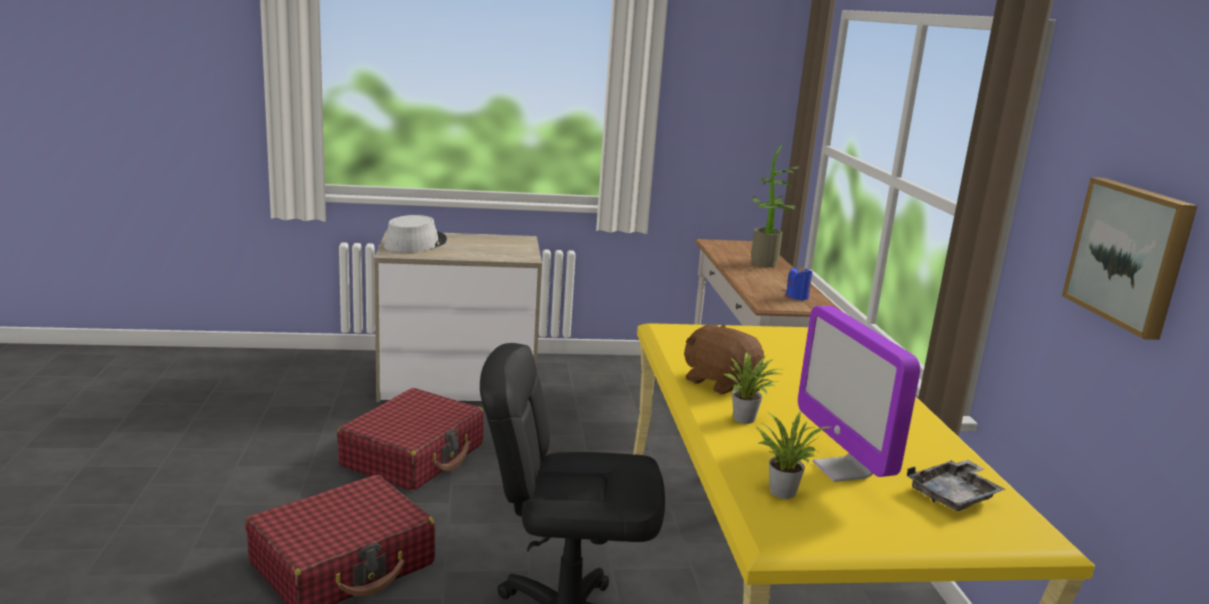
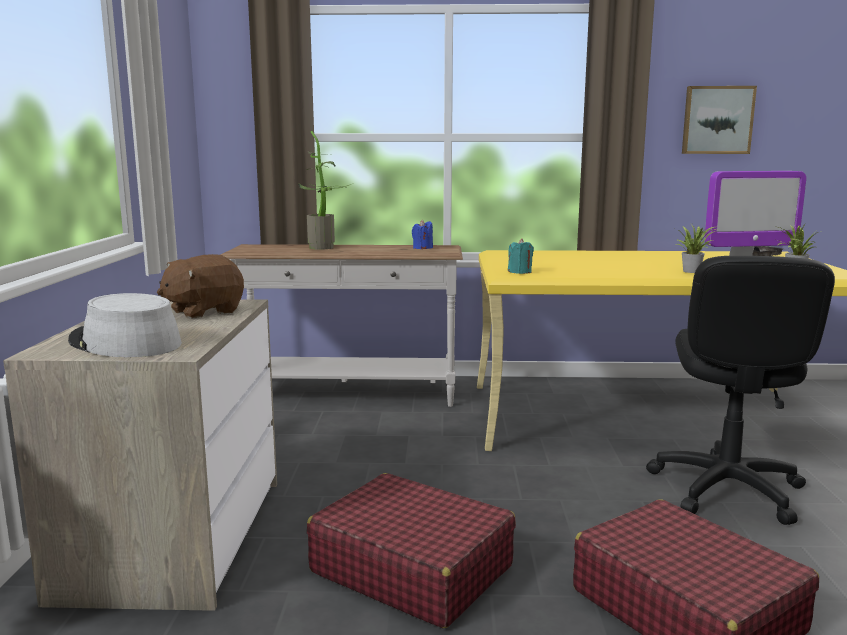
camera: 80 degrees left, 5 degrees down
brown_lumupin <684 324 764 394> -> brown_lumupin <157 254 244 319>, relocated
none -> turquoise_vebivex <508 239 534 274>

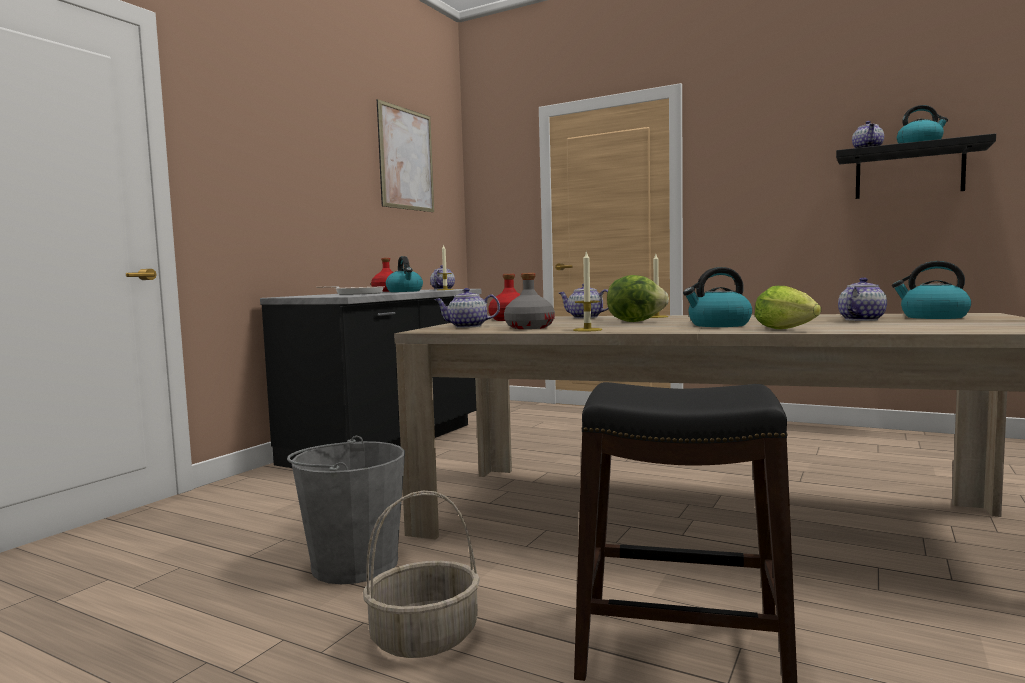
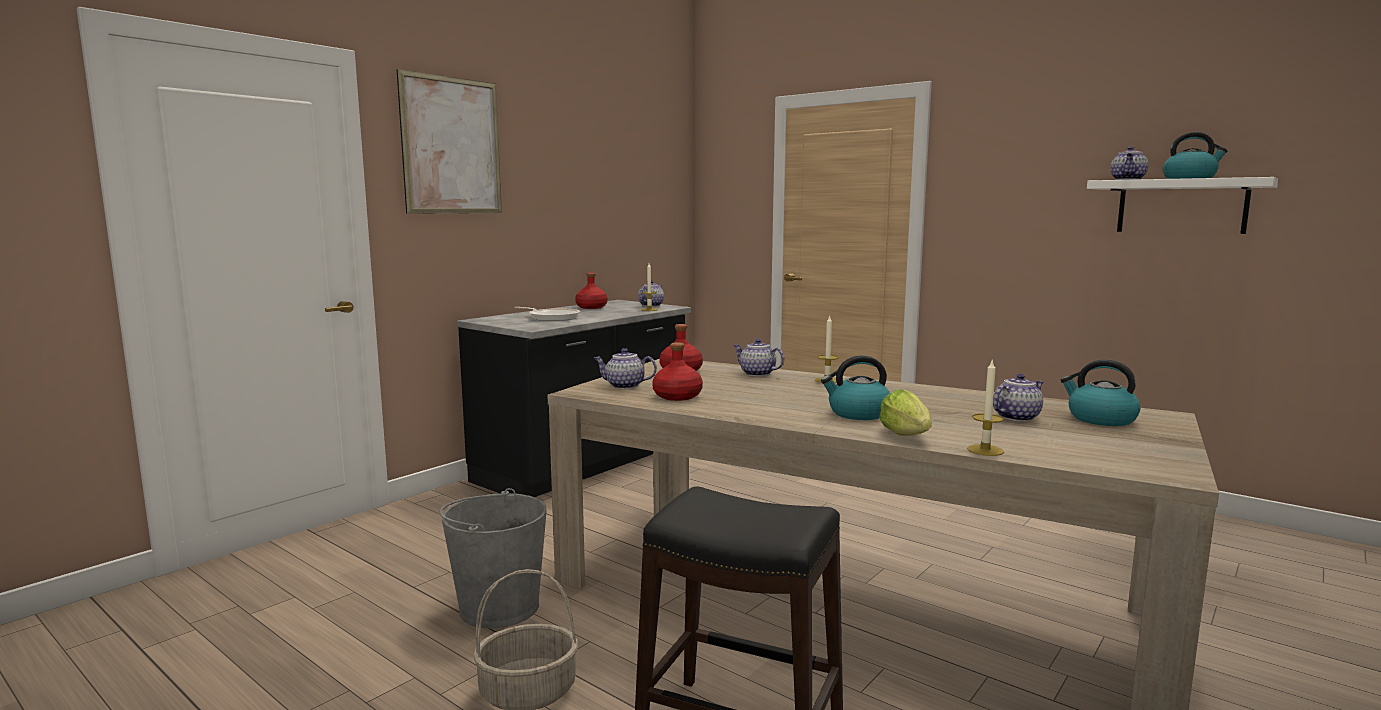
camera: 10 degrees right, 5 degrees up
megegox <377 99 434 212> -> megegox <397 69 502 214>, relocated
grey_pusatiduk <504 273 555 329> -> red_pusatiduk <652 342 703 401>
vebivex <573 252 602 332> -> vebivex <967 361 1004 456>, relocated
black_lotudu <836 133 996 199> -> white_lotudu <1087 177 1278 234>
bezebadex <386 256 423 292> -> none
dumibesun <607 275 669 322> -> none

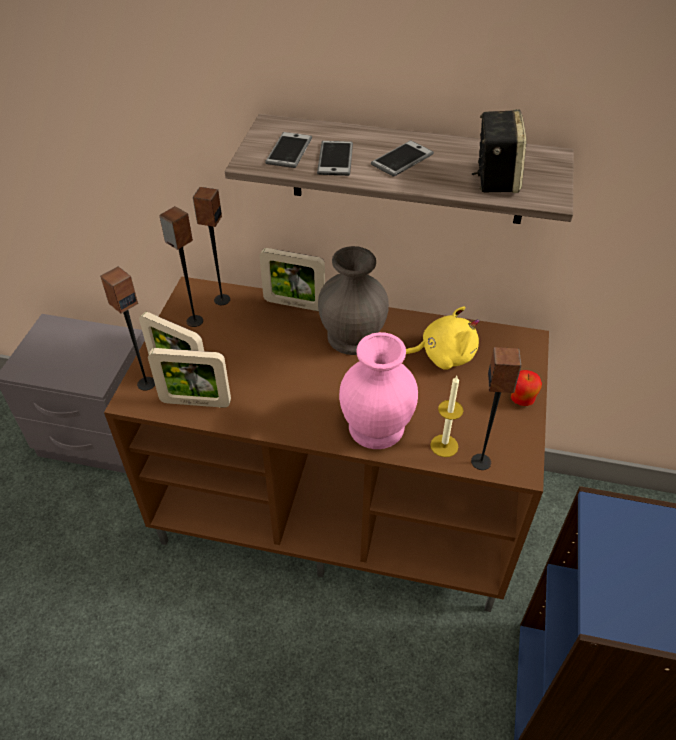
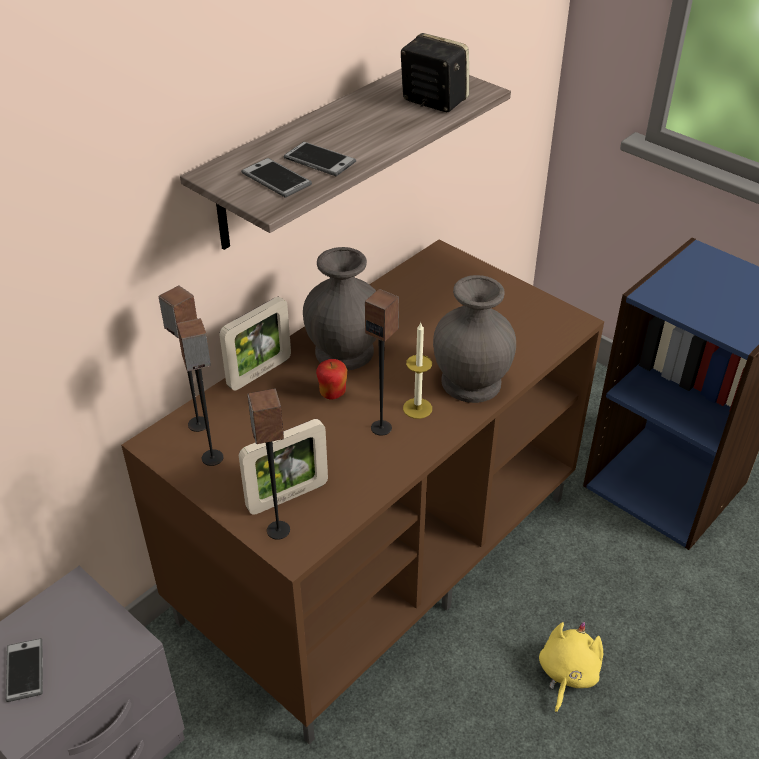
camera: 60 degrees left, 5 degrees down
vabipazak <371 140 434 177> -> vabipazak <6 638 43 702>, relocated
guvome <511 370 542 406> -> guvome <316 359 347 399>, relocated
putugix <471 347 521 470> -> putugix <365 289 399 436>, relocated
vebivex <430 376 464 457> -> vebivex <403 323 432 419>, relocated
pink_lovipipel <339 332 418 449> -> grey_lovipipel <433 275 516 403>
yellow_lumupin <406 306 480 370> -> yellow_lumupin <539 621 603 713>, relocated
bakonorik <148 348 231 408> -> none

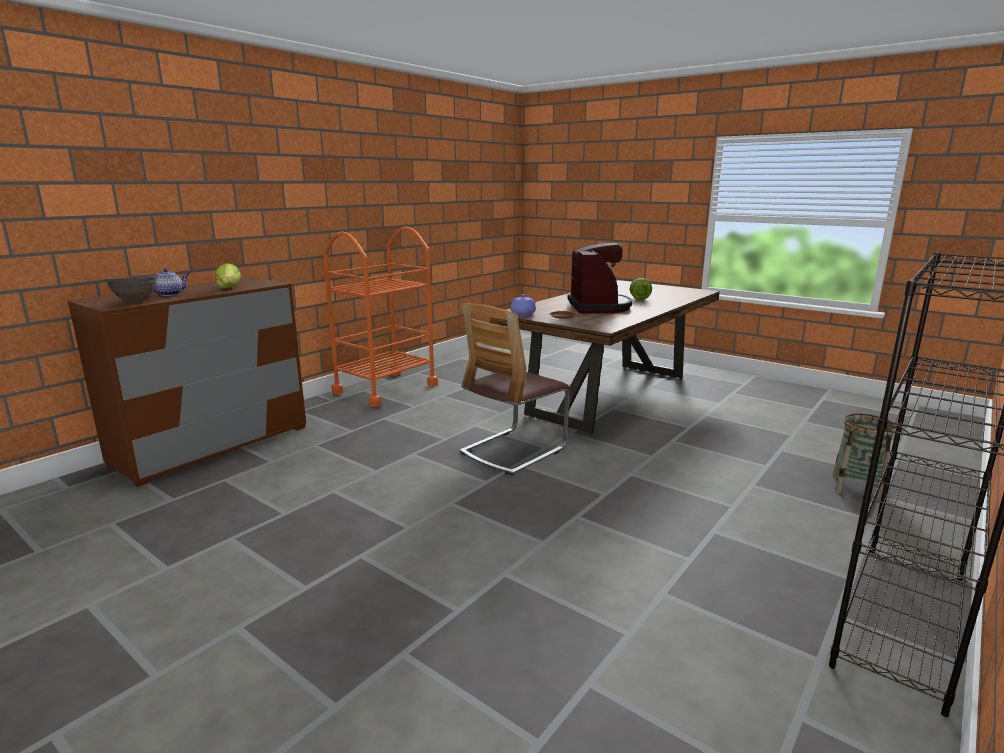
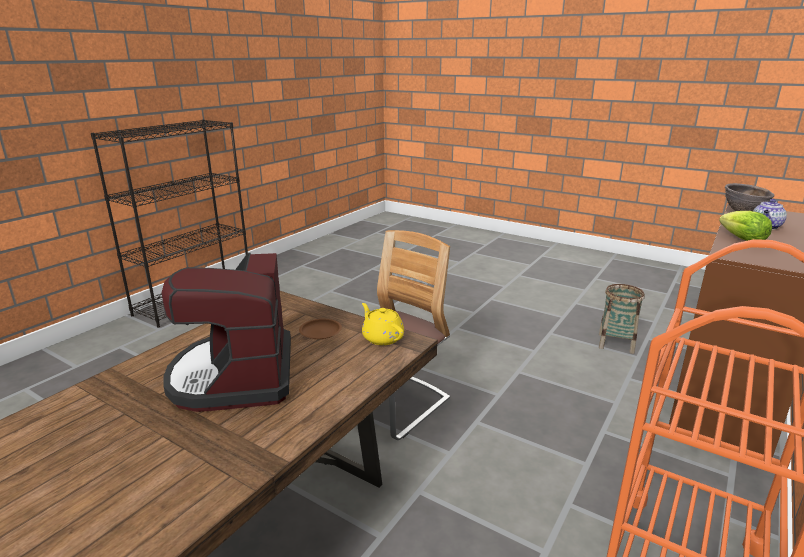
camera: 175 degrees right, 5 degrees up
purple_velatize <510 294 536 316> -> yellow_velatize <362 303 404 345>
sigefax <832 413 896 501> -> sigefax <599 284 645 354>, relocated
dumibesun <630 278 652 300> -> none

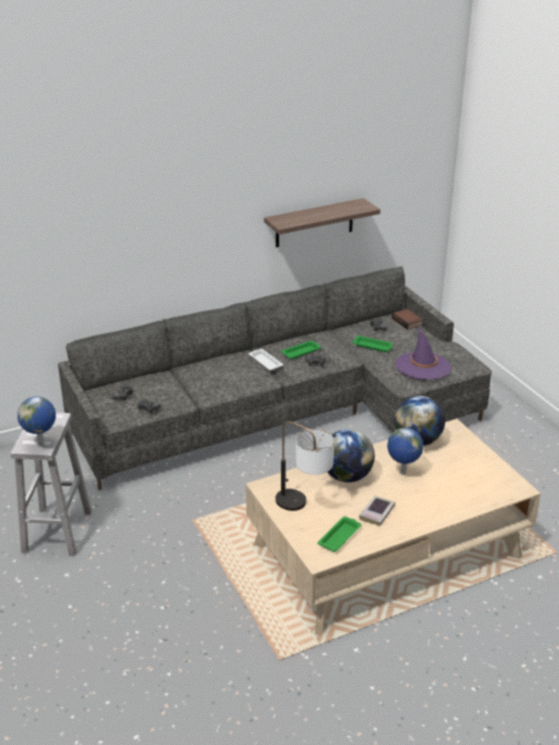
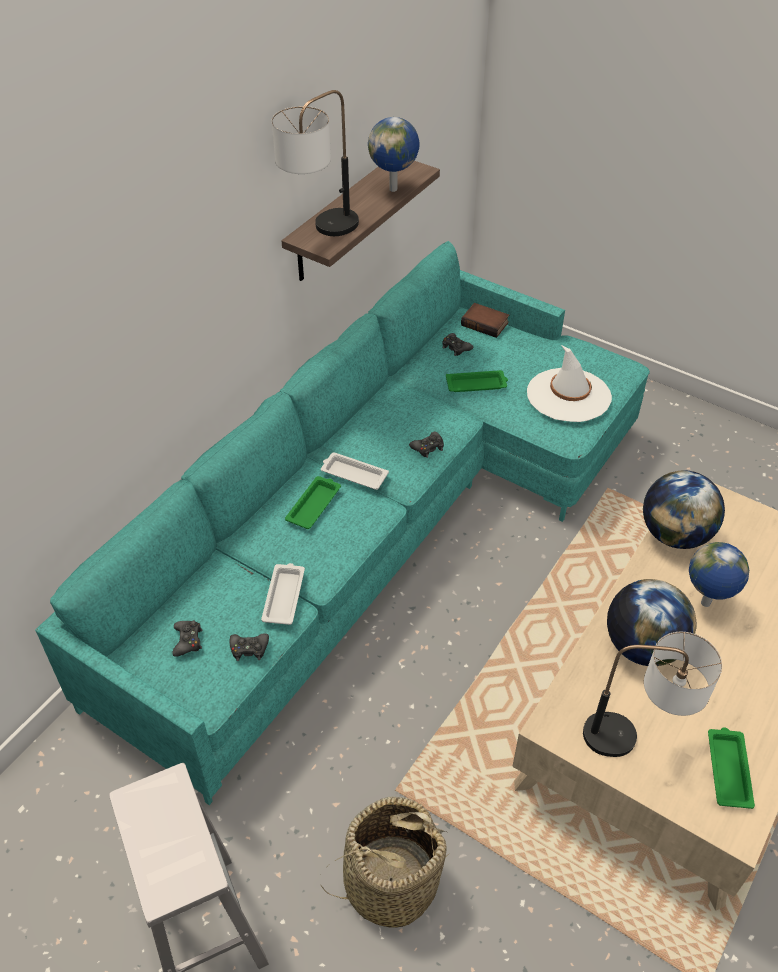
camera: 30 degrees left, 15 degrees up
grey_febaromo <58 266 492 490> -> turquoise_febaromo <35 241 650 805>
none -> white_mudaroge <261 563 305 625>
none -> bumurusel <272 90 359 236>
green_mudaroge <281 341 321 359> -> green_mudaroge <285 476 341 529>, relocated
none -> sigefax <320 796 450 928>
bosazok <17 396 56 446> -> bosazok <368 117 420 192>, relocated
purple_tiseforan <395 327 451 380> -> white_tiseforan <527 345 612 422>
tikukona <359 496 395 526> -> none

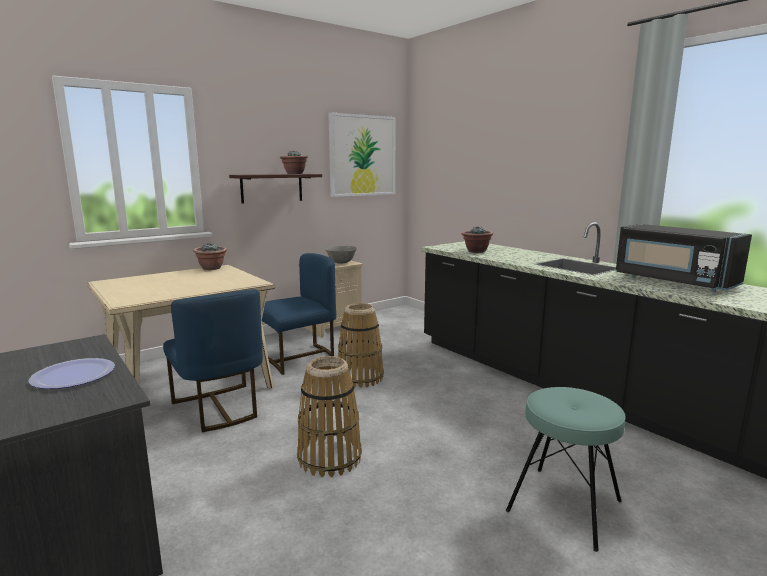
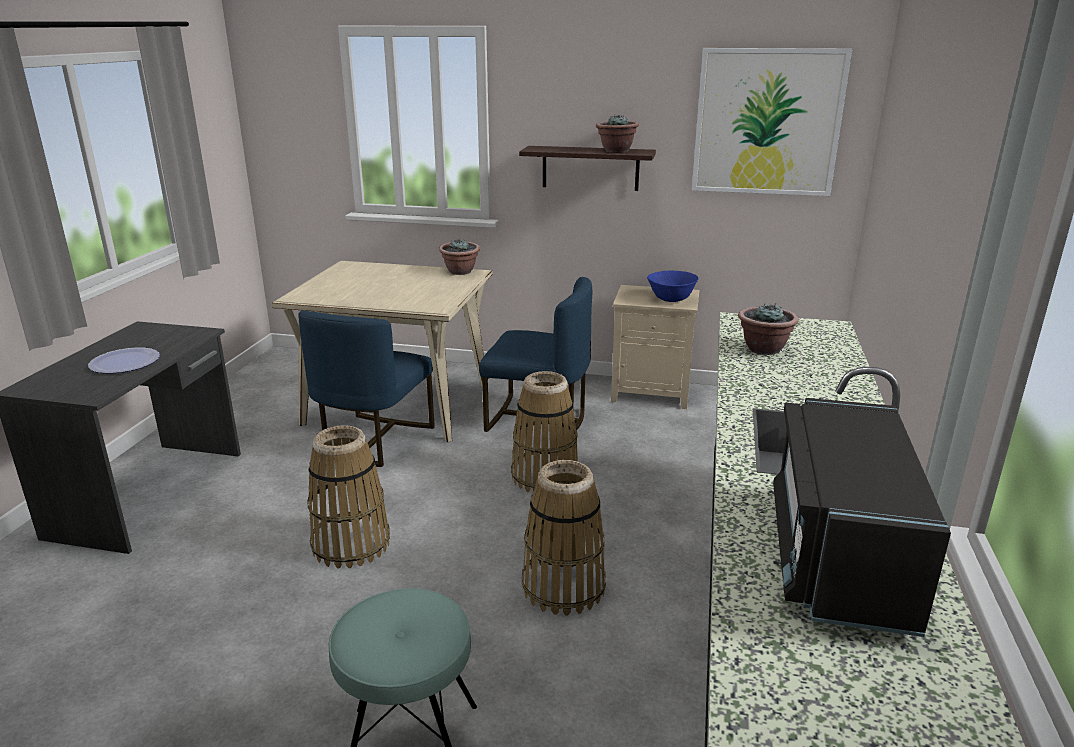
camera: 50 degrees right, 10 degrees up
none -> sigefax <522 460 606 616>
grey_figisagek <325 246 357 264> -> blue_figisagek <647 271 698 302>

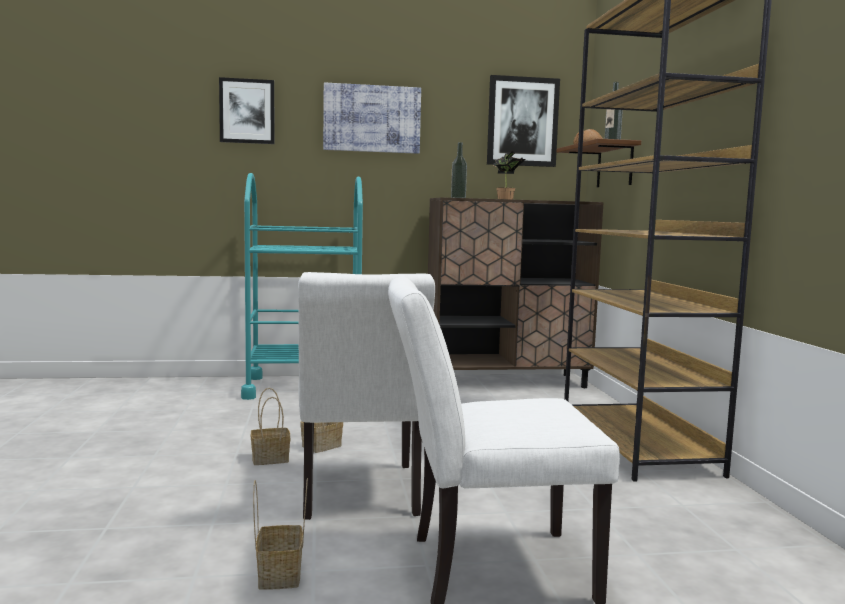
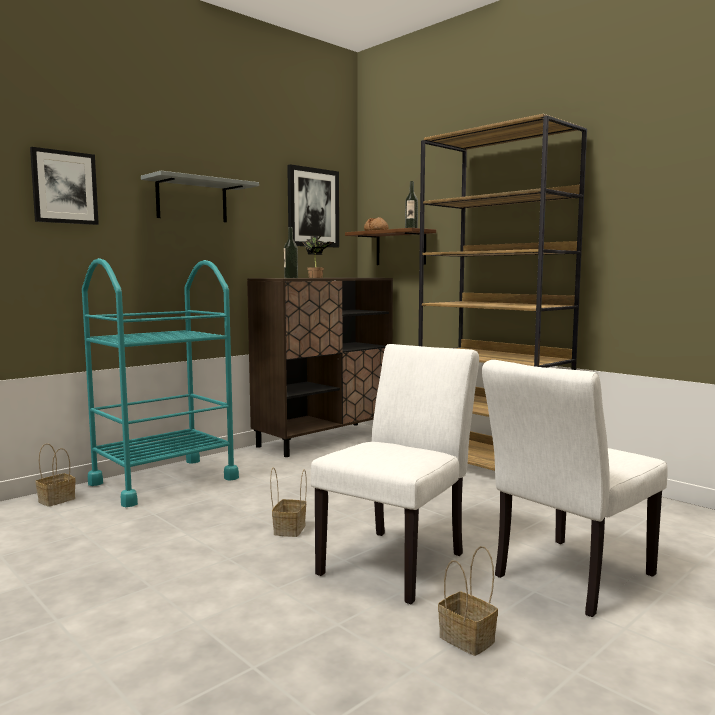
camera: 35 degrees left, 0 degrees up
sigefax <251 388 290 465> -> sigefax <36 443 76 507>, relocated
megegox <323 82 421 154> -> grey_lotudu <141 171 259 222>
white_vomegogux <298 272 435 520> -> white_vomegogux <311 344 479 604>, 105 degrees counterclockwise

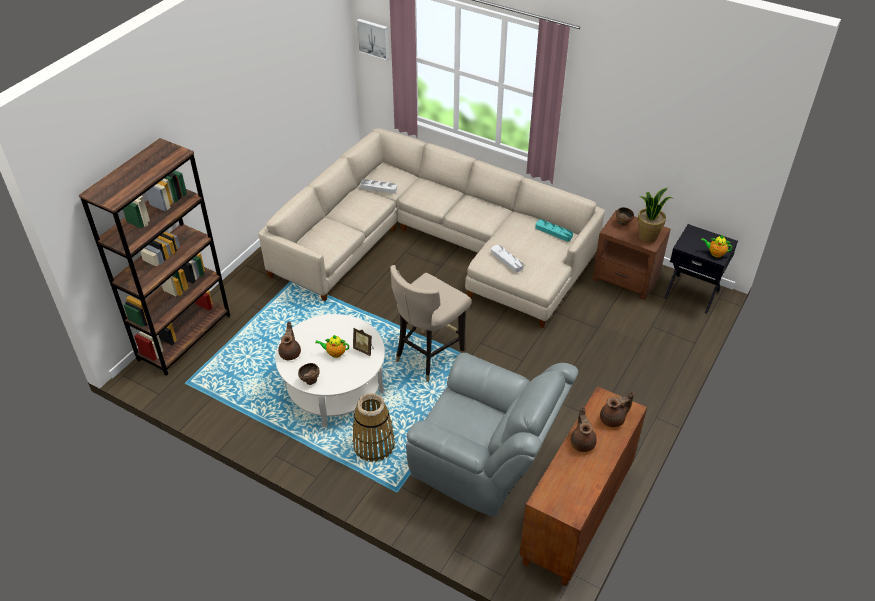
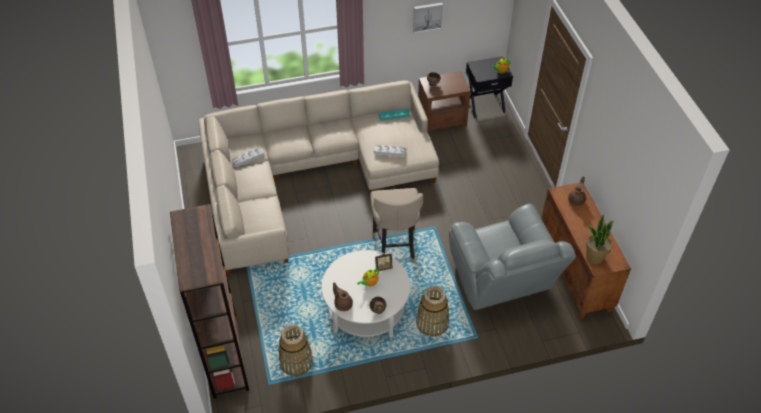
camera: 45 degrees left, 5 degrees up
none -> sigefax <278 325 313 376>
megegox <356 19 389 61> -> megegox <413 3 443 33>, relocated
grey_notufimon <406 353 579 517> -> grey_notufimon <449 204 576 310>, 90 degrees clockwise
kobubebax <638 187 673 242> -> kobubebax <586 214 614 264>, relocated
brown_velatize <571 407 597 452> -> none

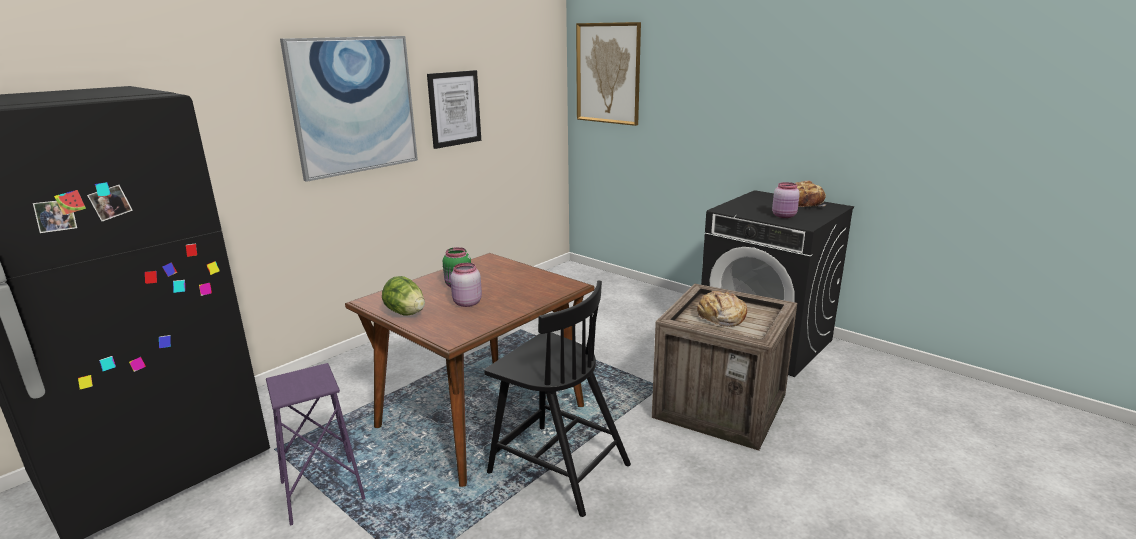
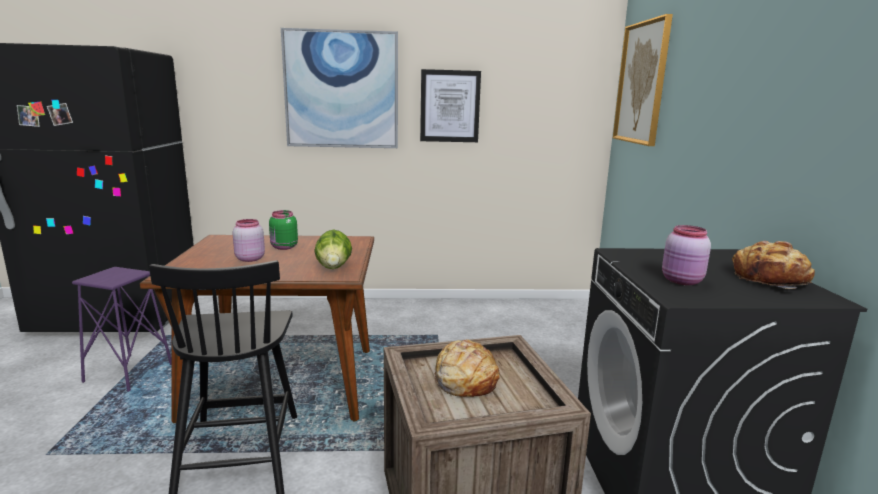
camera: 45 degrees right, 5 degrees down
dumibesun <382 276 425 316> -> dumibesun <314 229 352 269>, relocated

